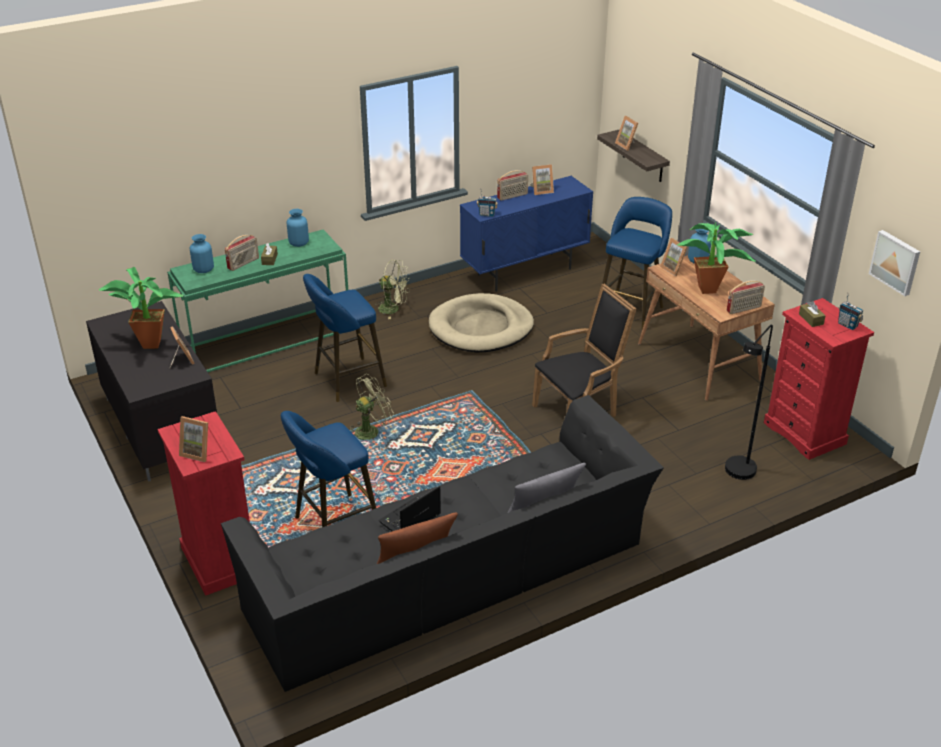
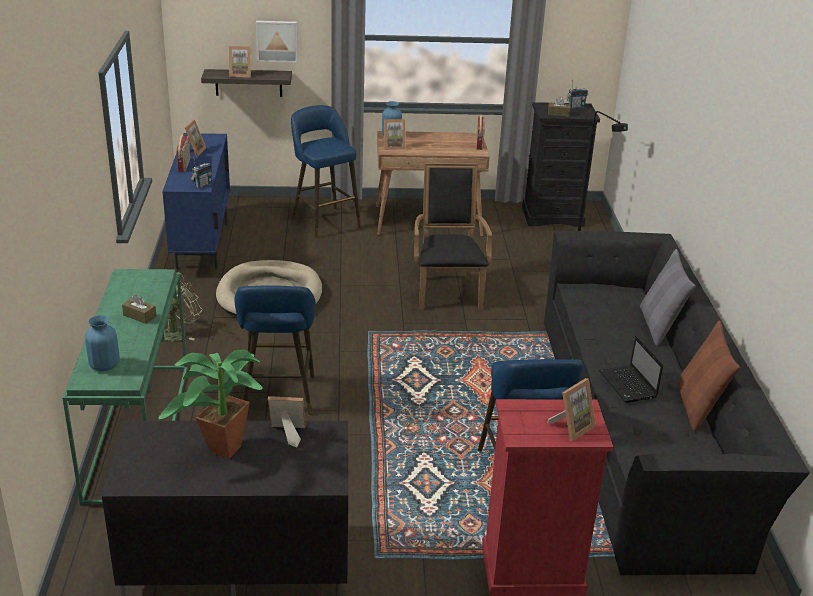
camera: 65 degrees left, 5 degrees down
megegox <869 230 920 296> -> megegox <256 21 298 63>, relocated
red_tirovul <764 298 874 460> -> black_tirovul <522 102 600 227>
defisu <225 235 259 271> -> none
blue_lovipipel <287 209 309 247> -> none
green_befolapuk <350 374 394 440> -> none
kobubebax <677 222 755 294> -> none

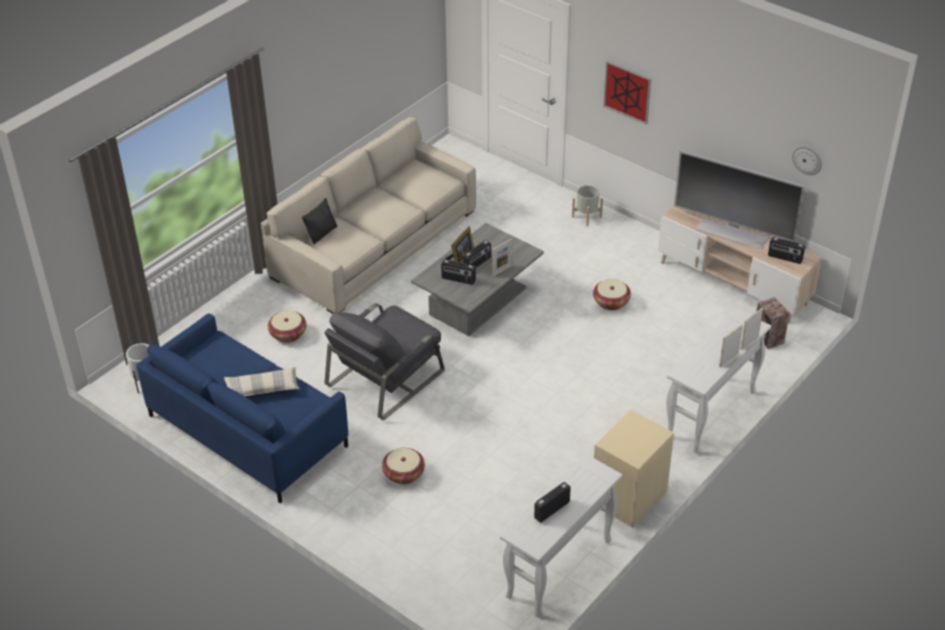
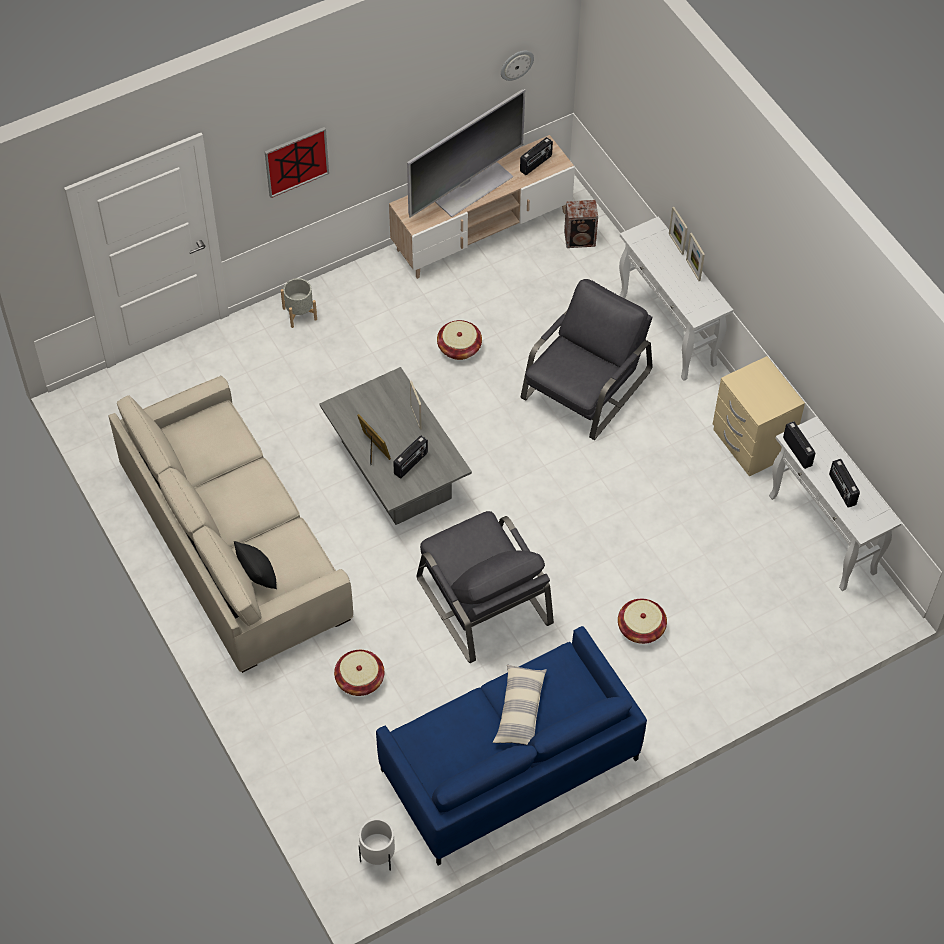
camera: 70 degrees left, 15 degrees up
none -> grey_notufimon <521 279 653 440>
defisu <463 240 491 268> -> defisu <783 421 815 469>, relocated

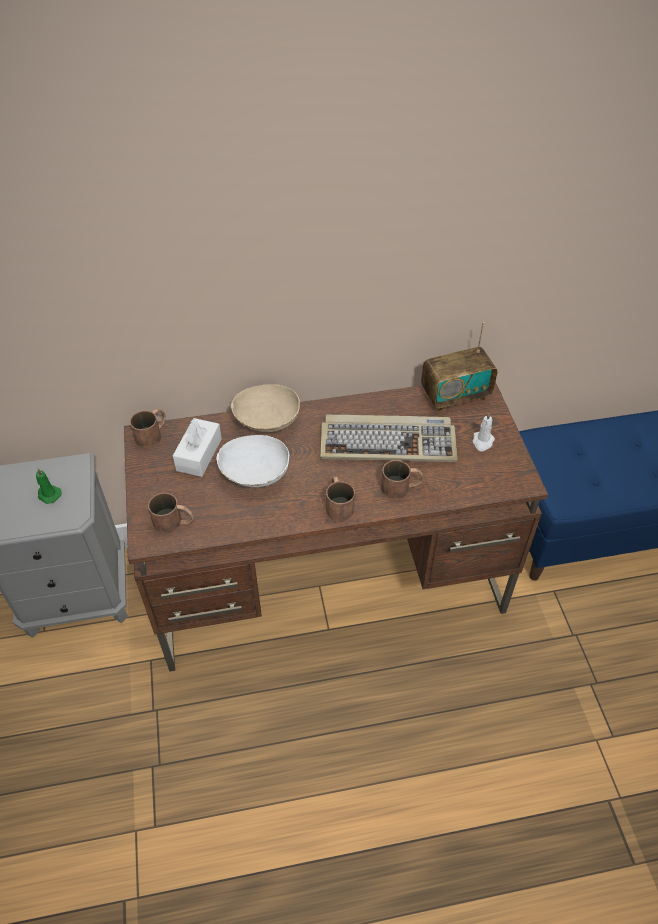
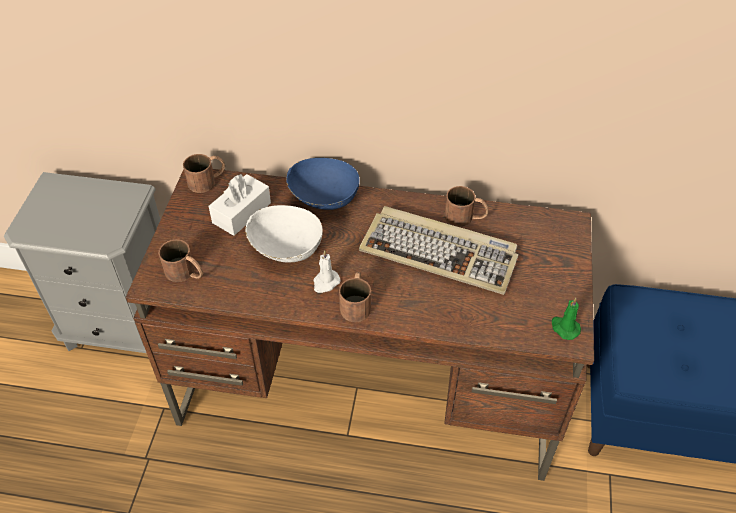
camera: 20 degrees right, 0 degrees up
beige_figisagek <231 384 300 432> -> blue_figisagek <286 158 360 210>
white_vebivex <473 412 495 451> -> white_vebivex <313 250 341 293>, relocated
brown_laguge <381 460 424 499> -> brown_laguge <444 186 489 226>, relocated
green_vebivex <36 469 62 504> -> green_vebivex <552 298 581 340>, relocated
defisu <421 322 497 412> -> none

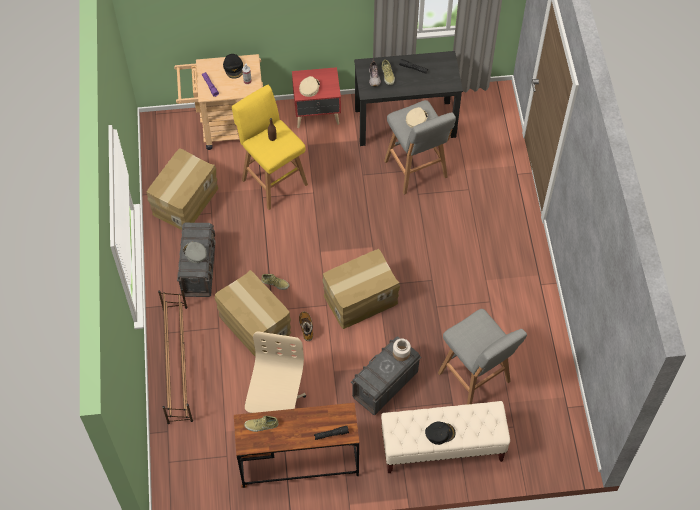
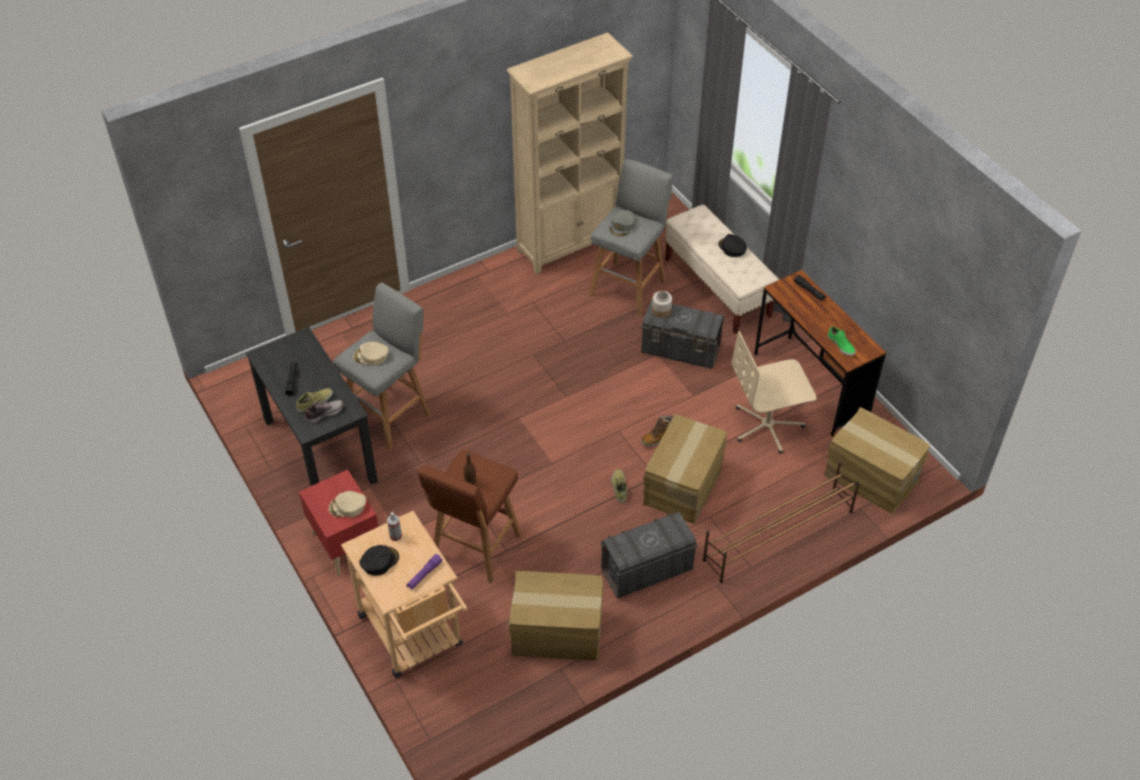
camera: 115 degrees left, 10 degrees down
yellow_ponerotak <232 85 308 210> -> brown_ponerotak <418 450 522 583>
none -> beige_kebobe <507 32 633 274>
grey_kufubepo <183 242 207 263> -> grey_kufubepo <609 210 635 237>, relocated
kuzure <322 249 400 329> -> kuzure <824 407 930 514>, relocated
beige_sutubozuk <244 416 279 432> -> green_sutubozuk <827 326 856 356>

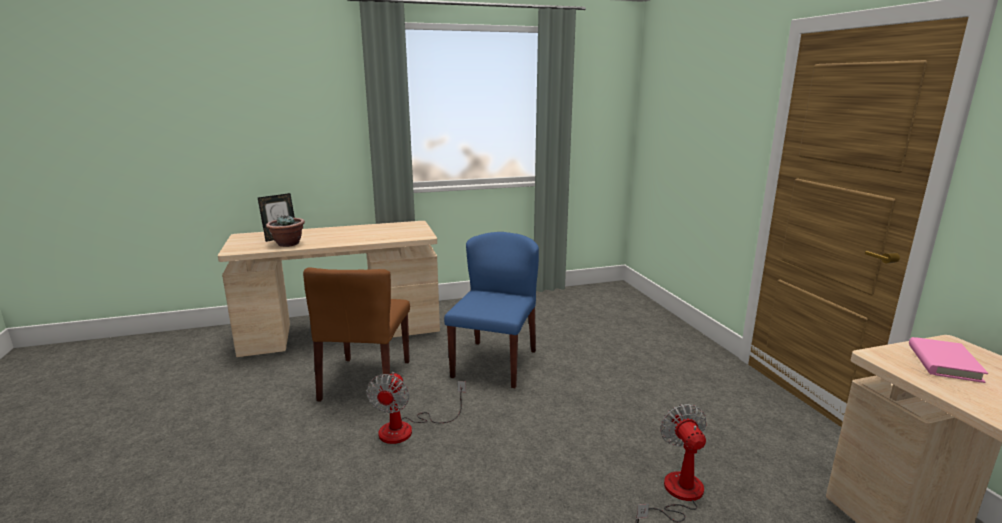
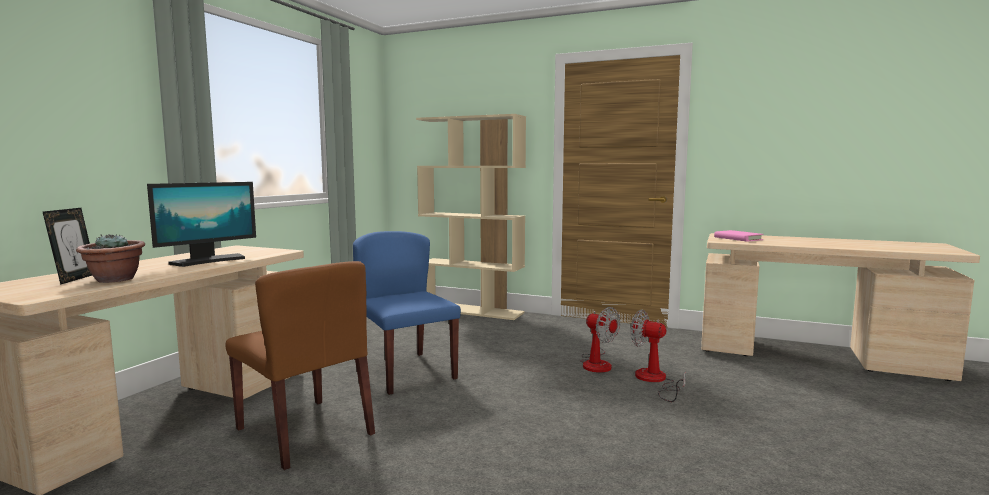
camera: 50 degrees left, 10 degrees down
none -> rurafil <147 182 256 267>
none -> beige_kebobe <416 114 526 320>
befolapuk <366 372 466 444> -> befolapuk <580 307 621 373>, relocated

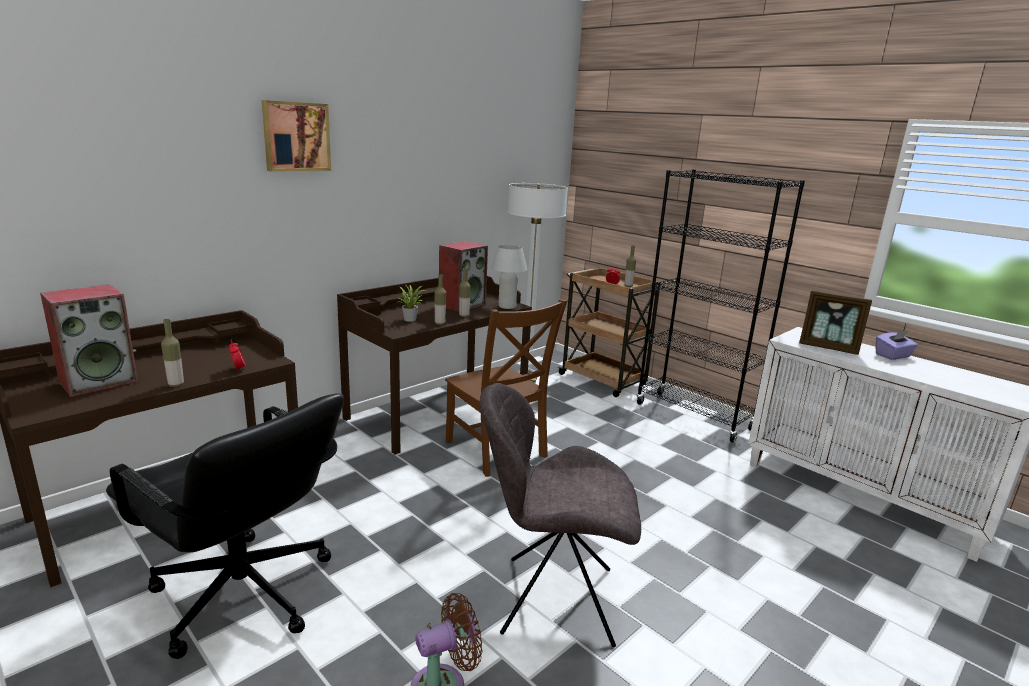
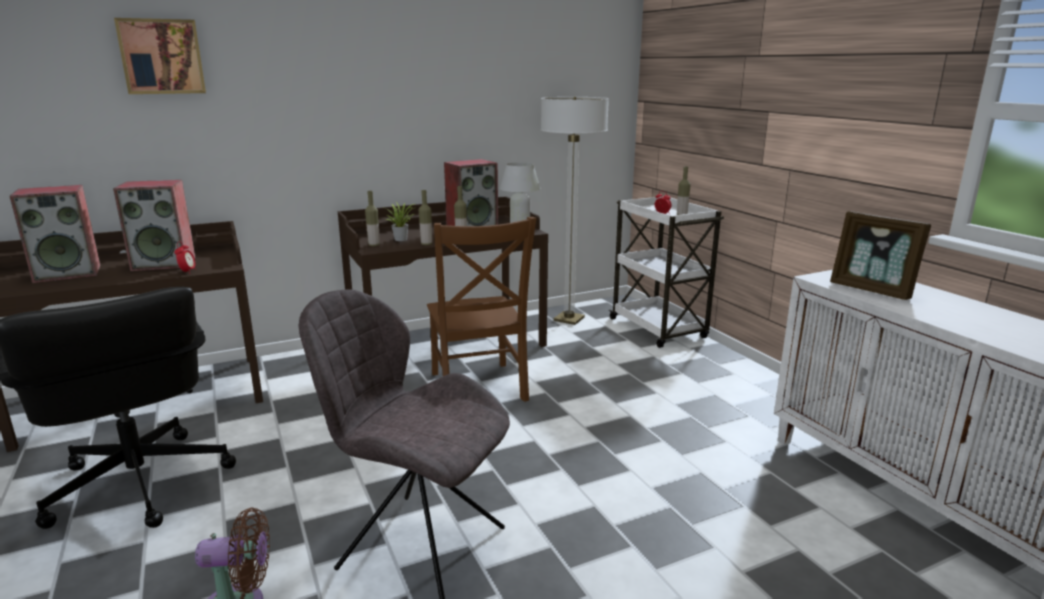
camera: 20 degrees right, 0 degrees up
none -> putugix <113 180 195 271>
megegox <262 100 331 172> -> megegox <114 18 206 94>, relocated
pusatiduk <161 319 184 387> -> pusatiduk <365 191 380 246>, relocated
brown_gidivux <558 267 664 397> -> white_gidivux <609 196 724 348>
black_kebobe <636 169 805 443> -> none
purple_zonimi <876 331 918 360> -> none

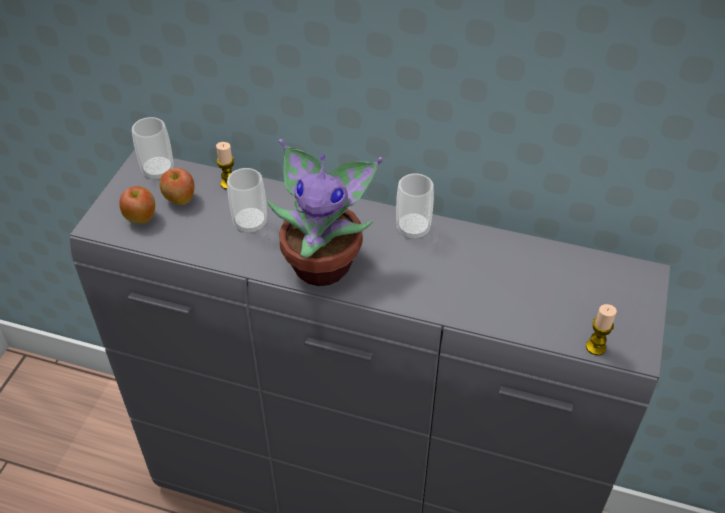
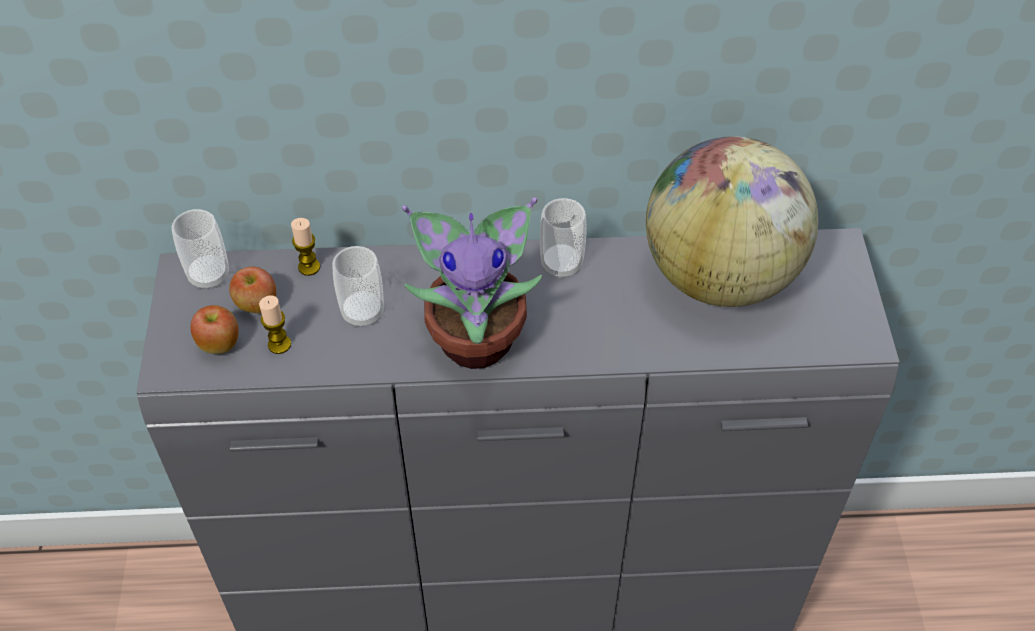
camera: 20 degrees left, 5 degrees up
vebivex <586 304 617 355> -> vebivex <259 296 291 354>, relocated
none -> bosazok <646 136 818 307>

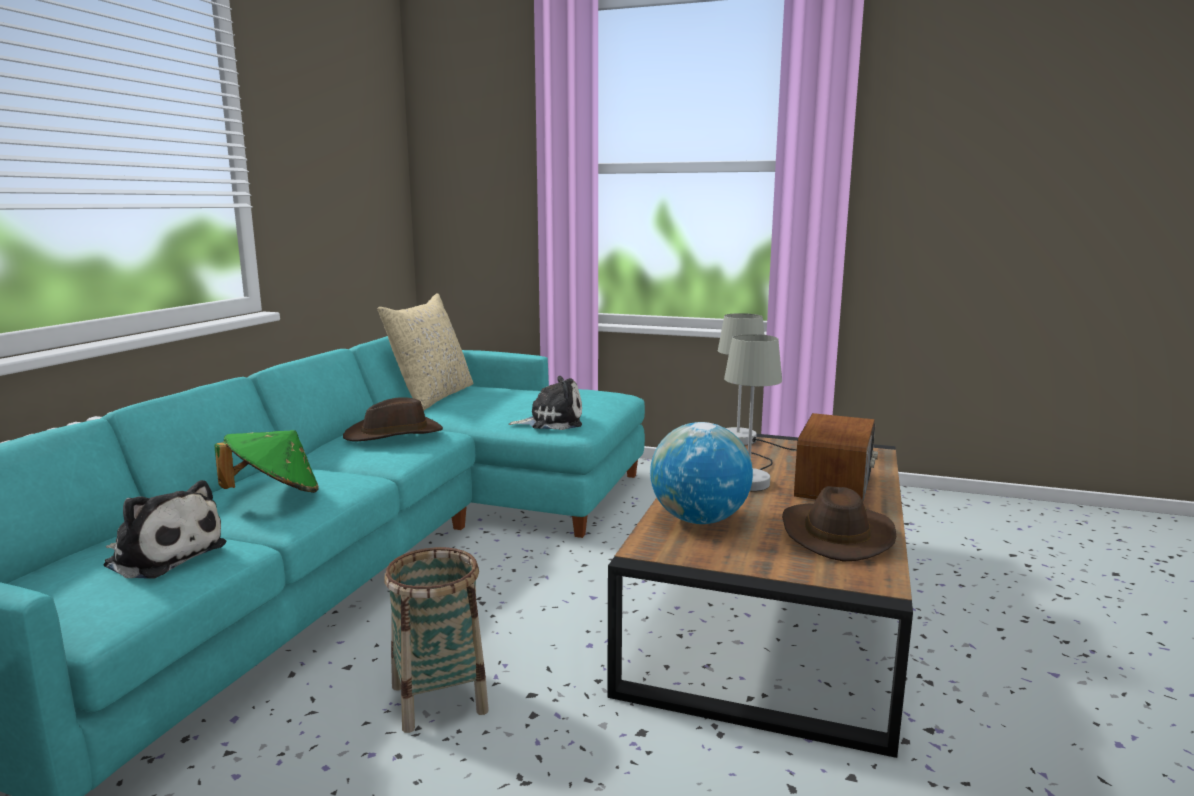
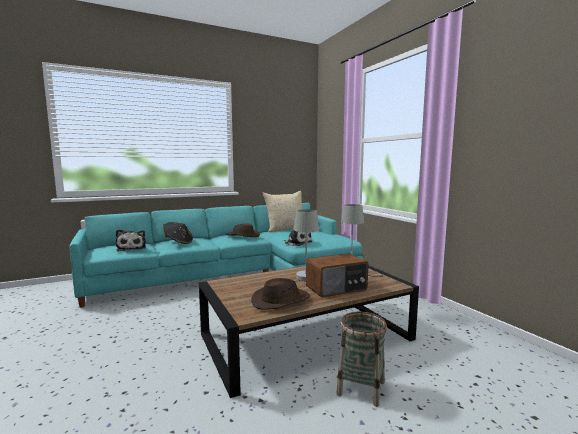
camera: 45 degrees right, 5 degrees down
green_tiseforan <215 430 319 493> -> black_tiseforan <163 222 193 244>
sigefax <385 547 489 733> -> sigefax <336 312 387 407>, relocated
bosazok <650 422 753 524> -> none

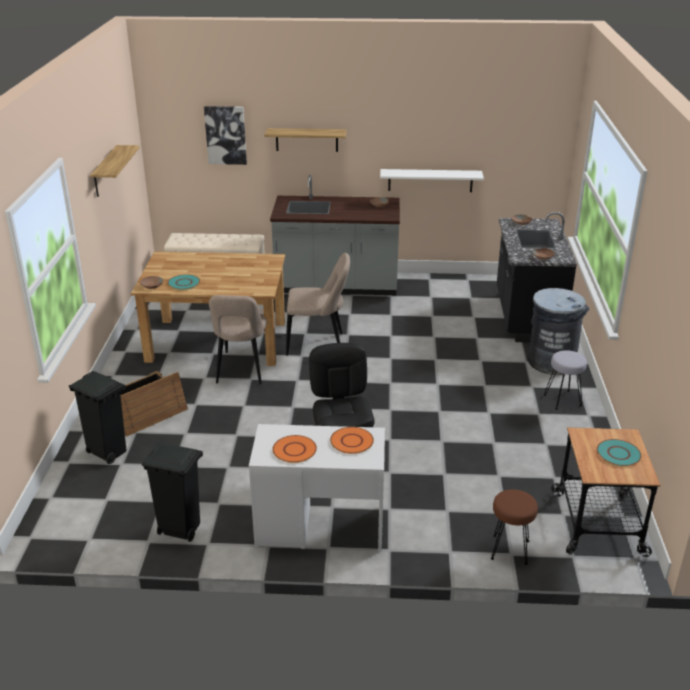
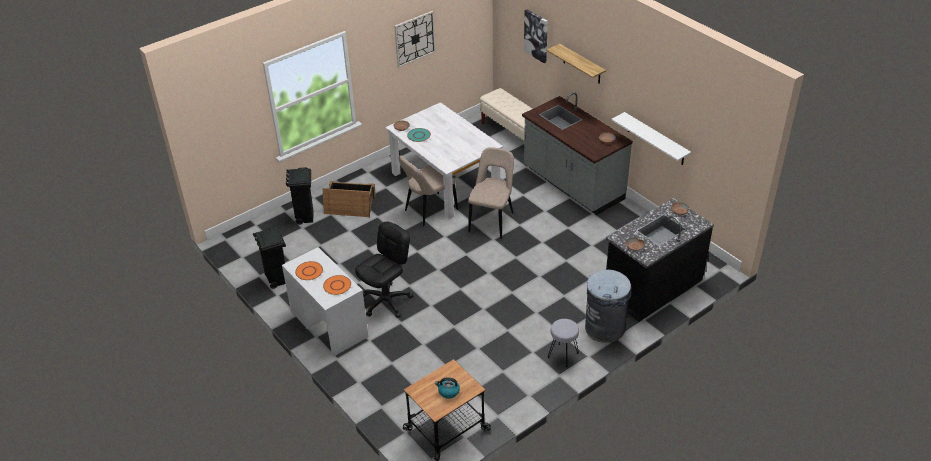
camera: 50 degrees right, 10 degrees up
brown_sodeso <131 251 285 366> -> white_sodeso <385 102 503 219>
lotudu <90 145 140 197> -> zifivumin <394 11 436 68>
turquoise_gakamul <597 439 642 466> -> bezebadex <435 377 460 399>
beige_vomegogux <286 253 350 356> -> beige_vomegogux <468 147 514 239>, 120 degrees counterclockwise
brown_ponerotak <491 489 538 565> -> none

